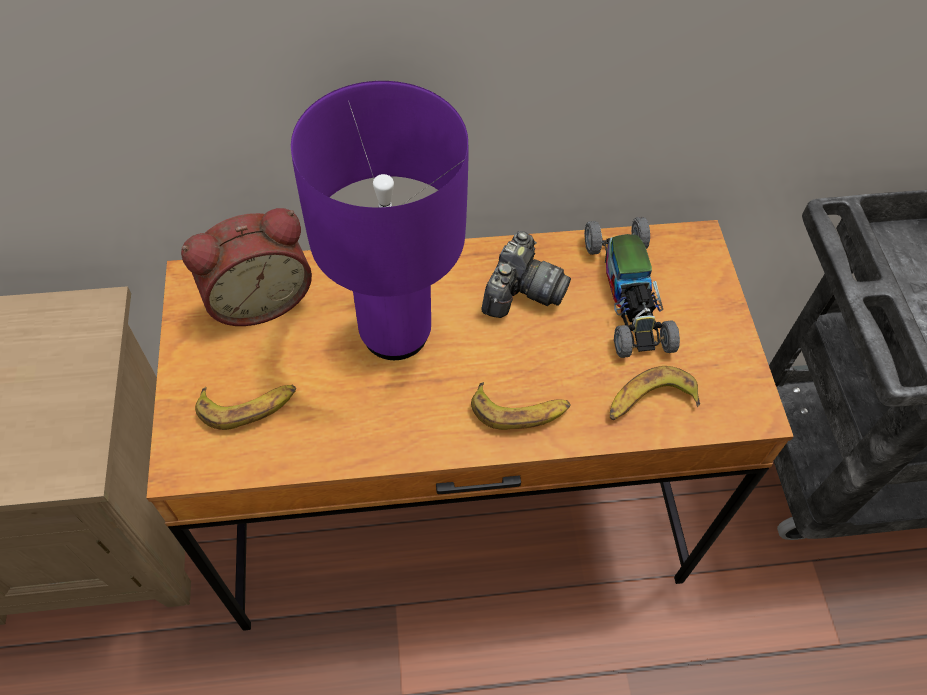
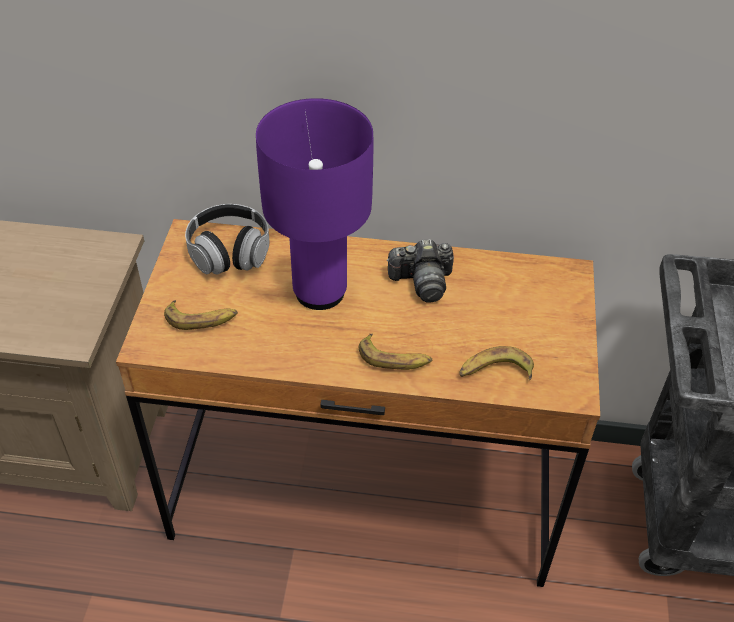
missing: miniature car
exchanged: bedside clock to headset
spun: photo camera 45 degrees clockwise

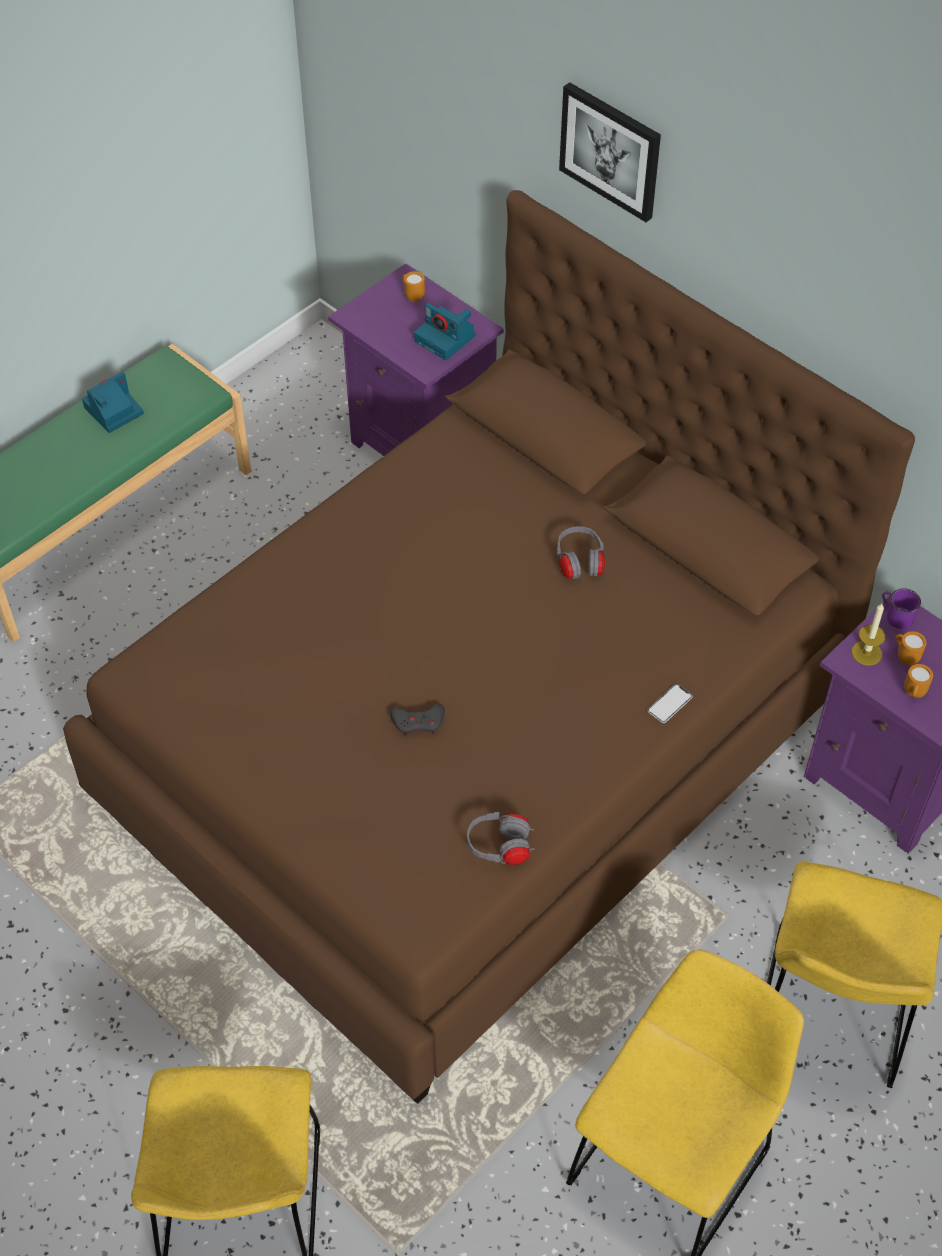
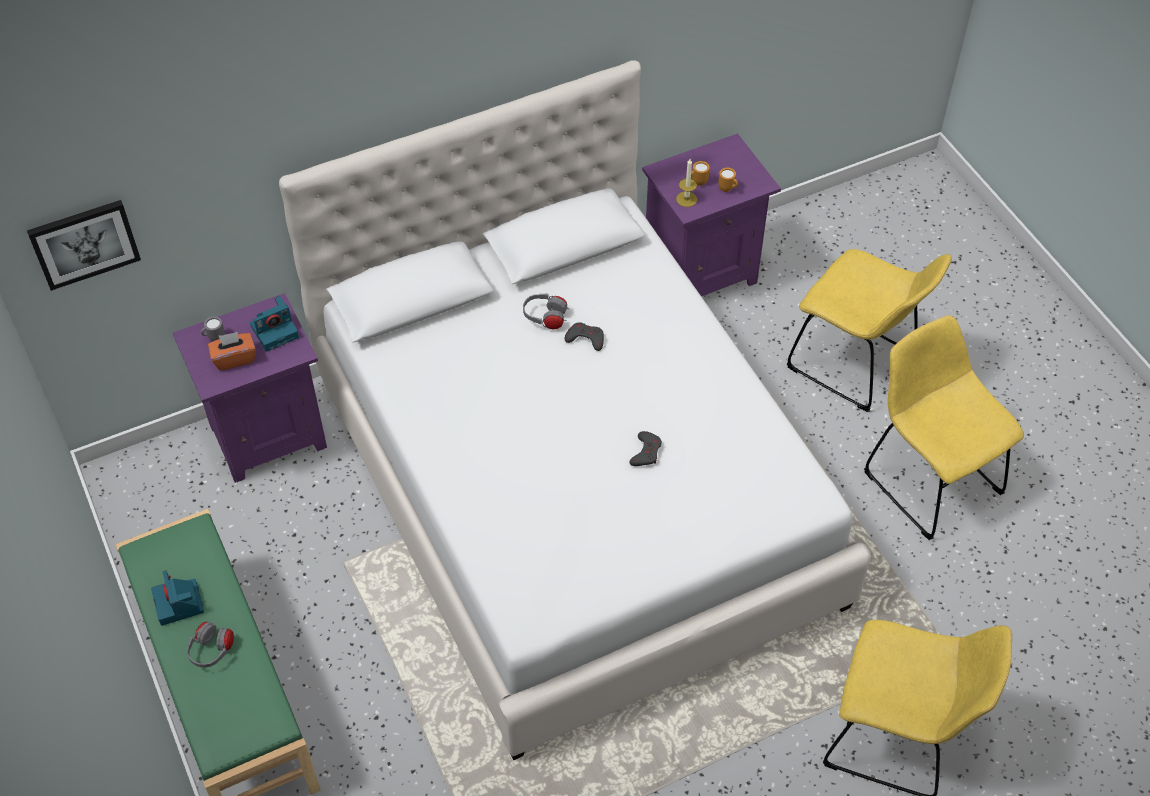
missing: purplish mug; handset
appeared: gray gamepad (no. 1 from left); orange-coloured tissue box
relocated: picture; gray headset (no. 1 from left)
colour: brown bedroom bed to white-coloured bedroom bed; orange-coloured mug (no. 1 from left) to gray mug

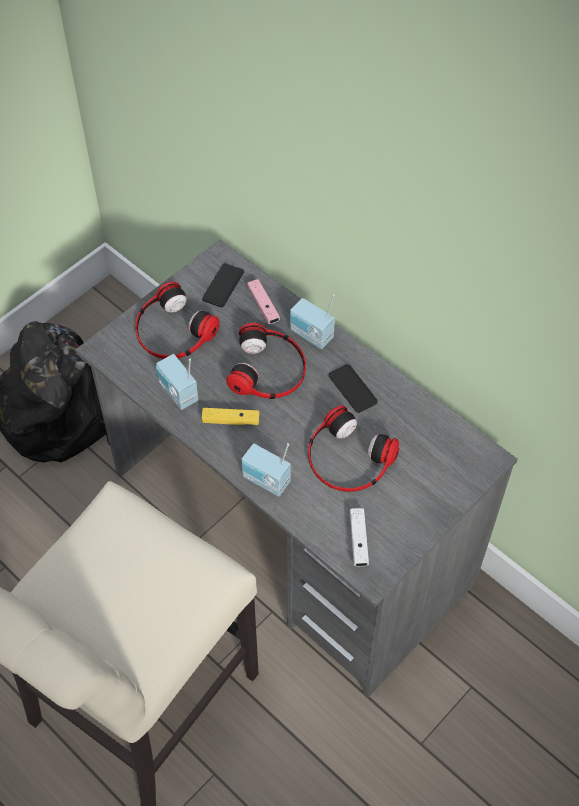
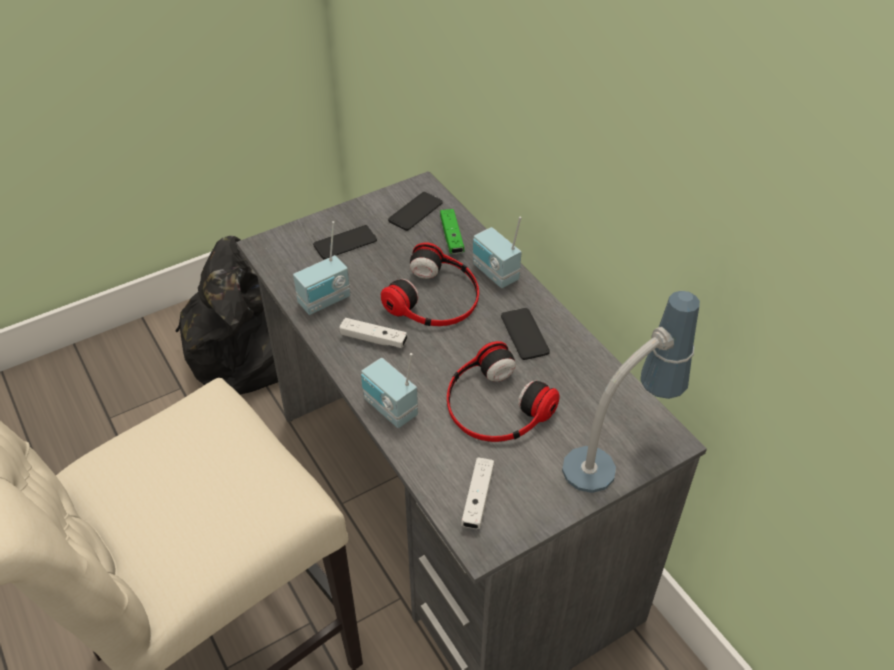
appeared: lamp for a table
exchanged: headset (no. 1 from left) to handset (no. 1 from left)
colour: pink gamepad to greenish gamepad; yellow gamepad to white-coloured gamepad (no. 1 from left)
spun: radio set (no. 1 from left) 105 degrees counterclockwise

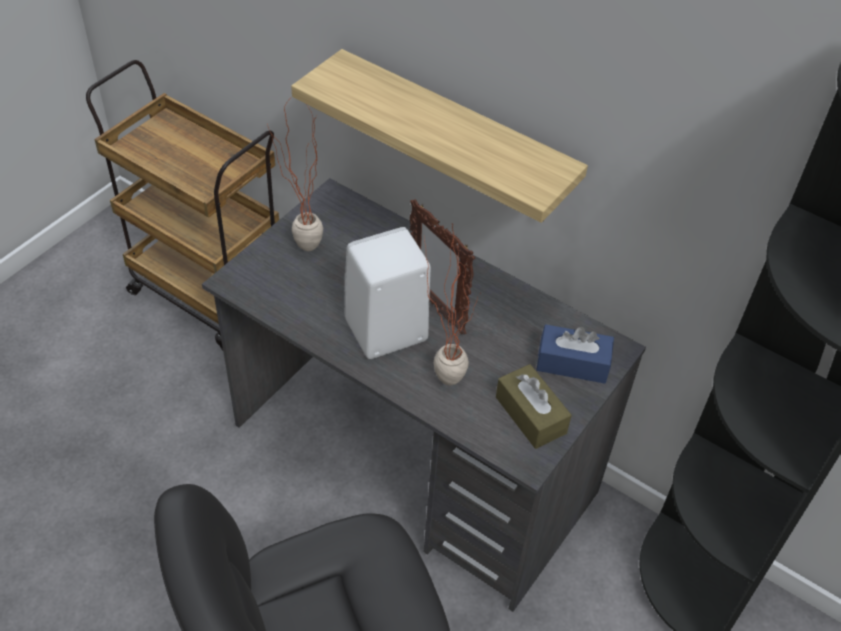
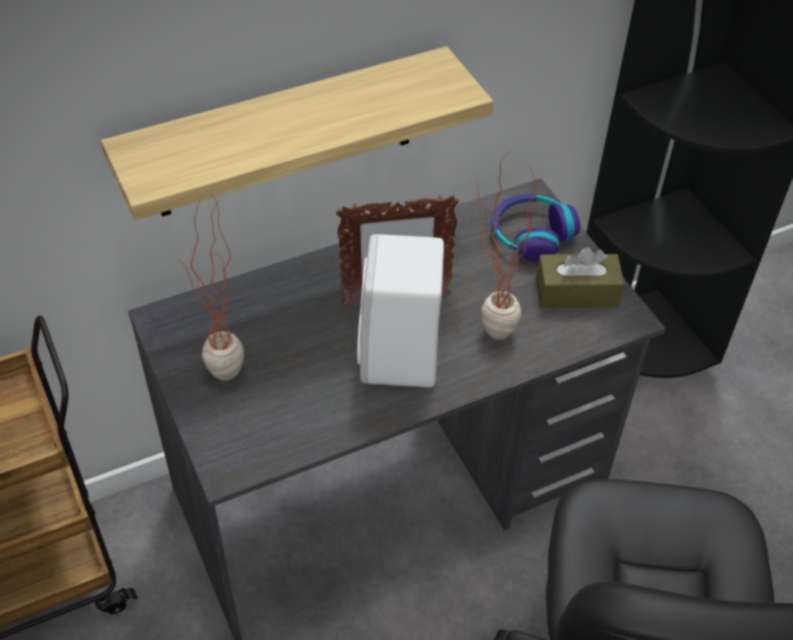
exchanged: bluish tissue box to headset

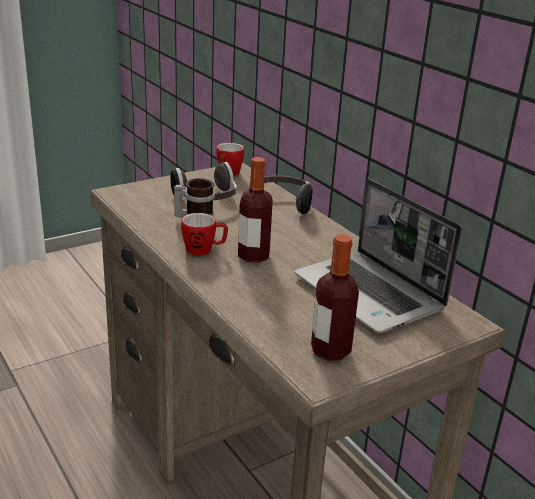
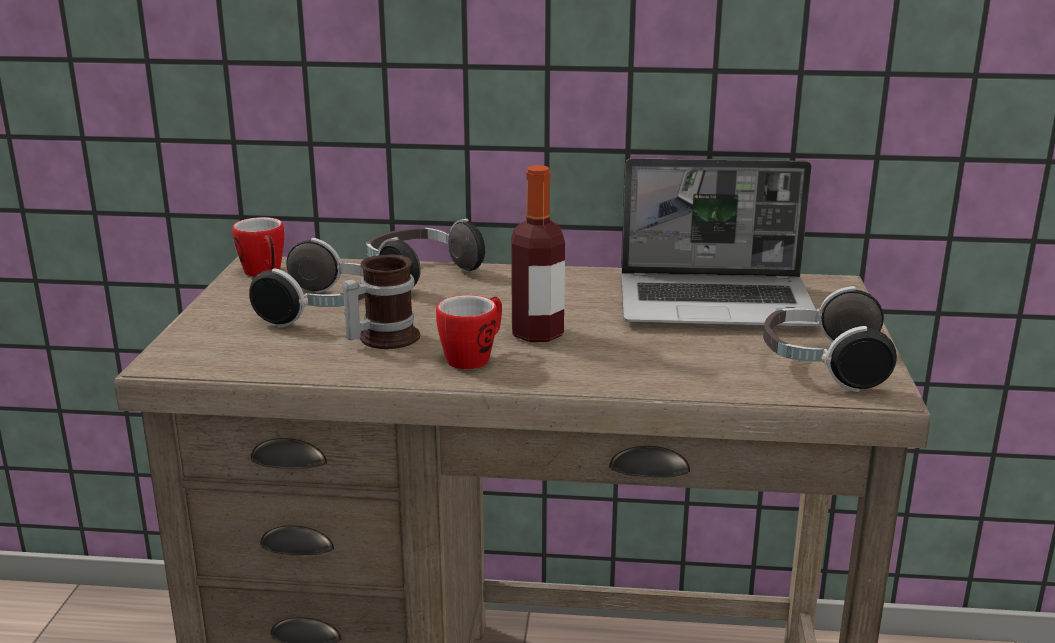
exchanged: beverage bottle (no. 2 from left) to headset (no. 3 from left)

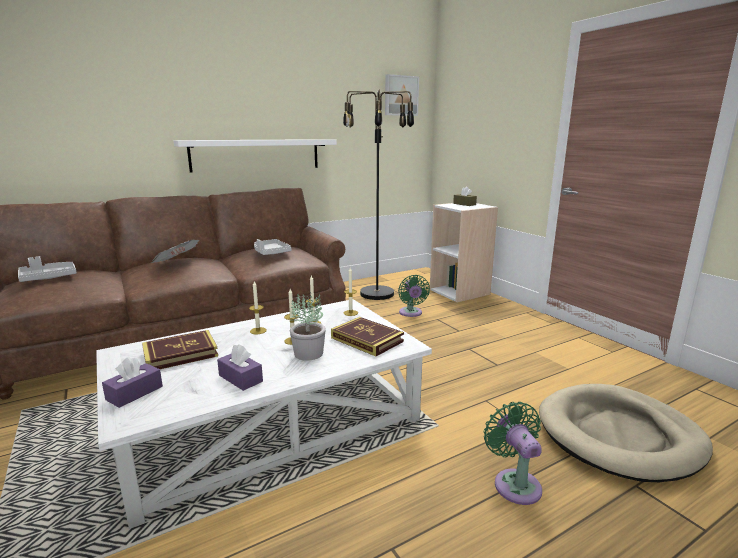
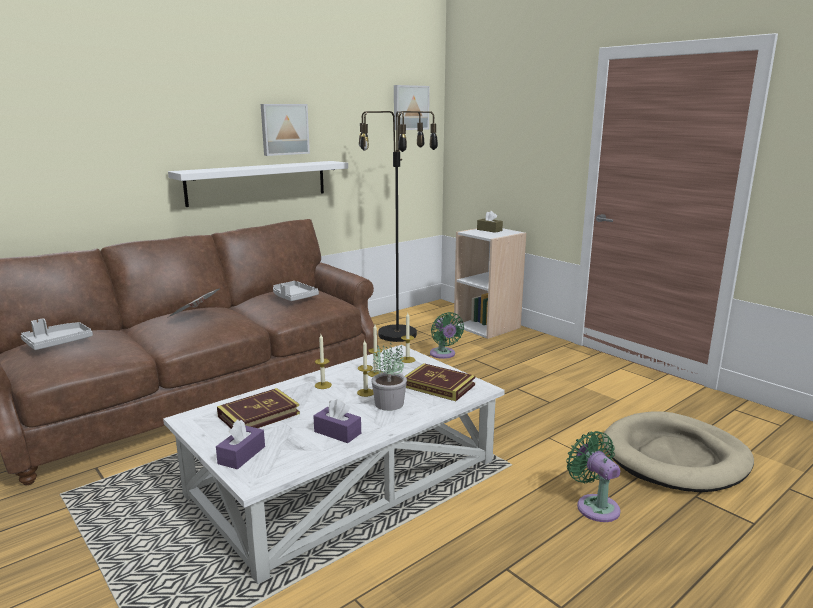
appeared: picture (no. 1 from left)

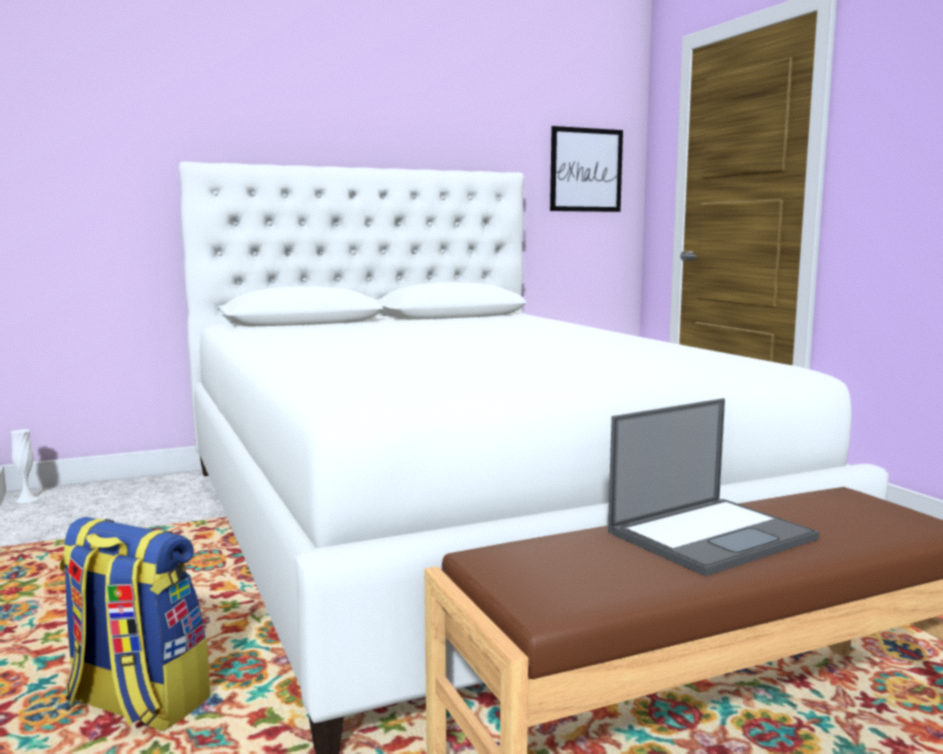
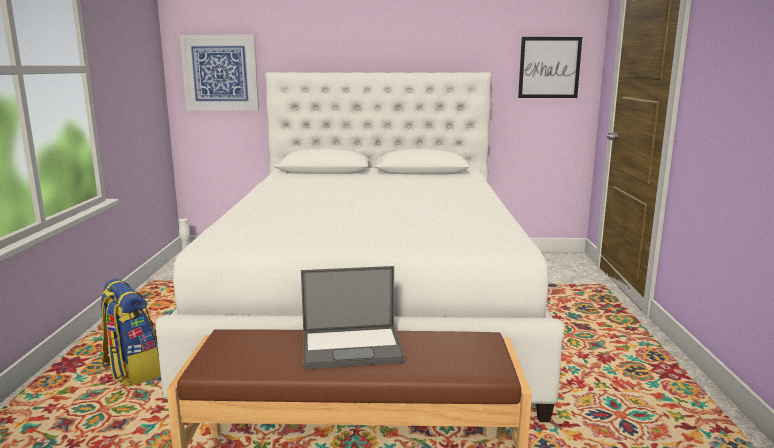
appeared: picture (no. 1 from left)

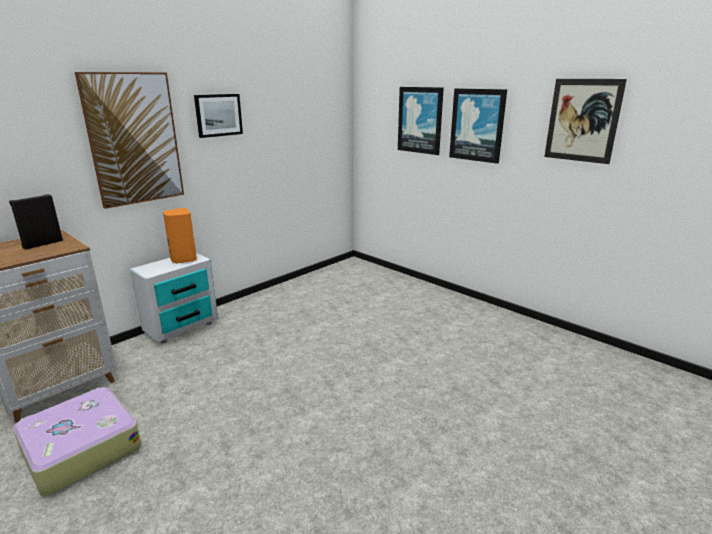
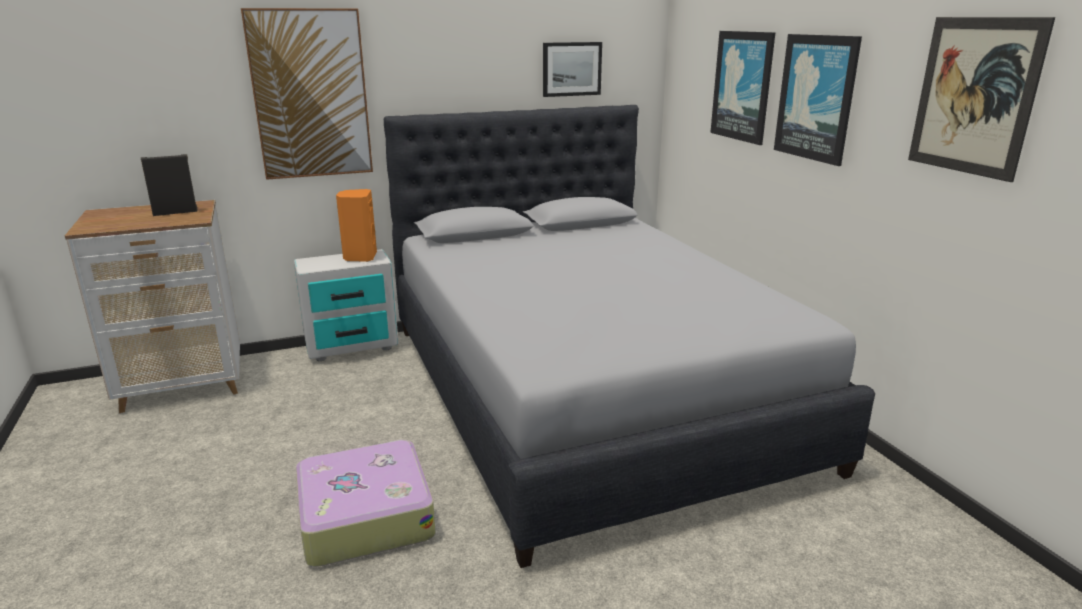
appeared: gray bedroom bed
relocated: picture (no. 2 from left); travel case

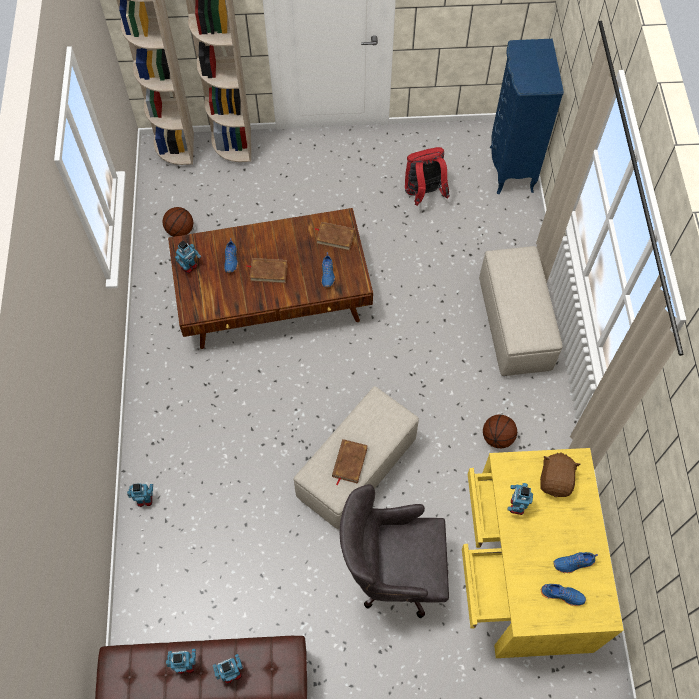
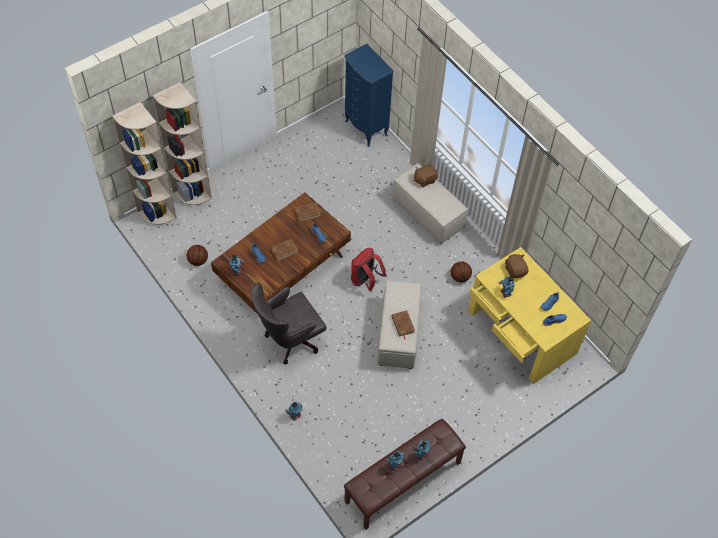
appeared: brown cuddly toy (no. 1 from left)
relocated: red-coloured backpack; gray desk chair

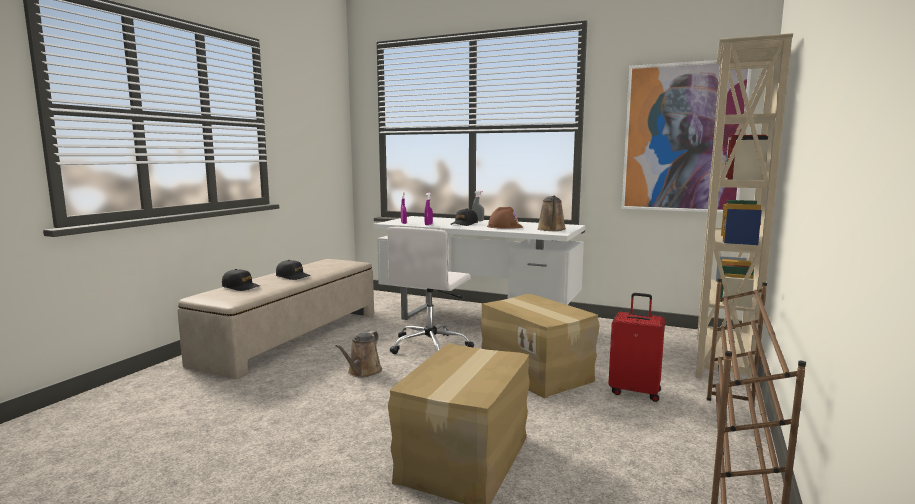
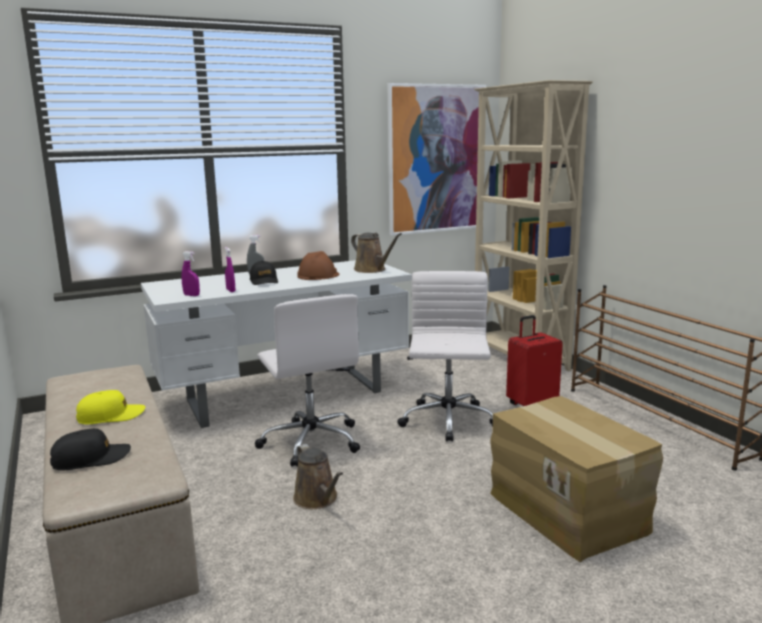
exchanged: packing box (no. 2 from left) to white-coloured desk chair (no. 2 from left)
colour: blackish peaked cap (no. 2 from left) to yellow peaked cap

